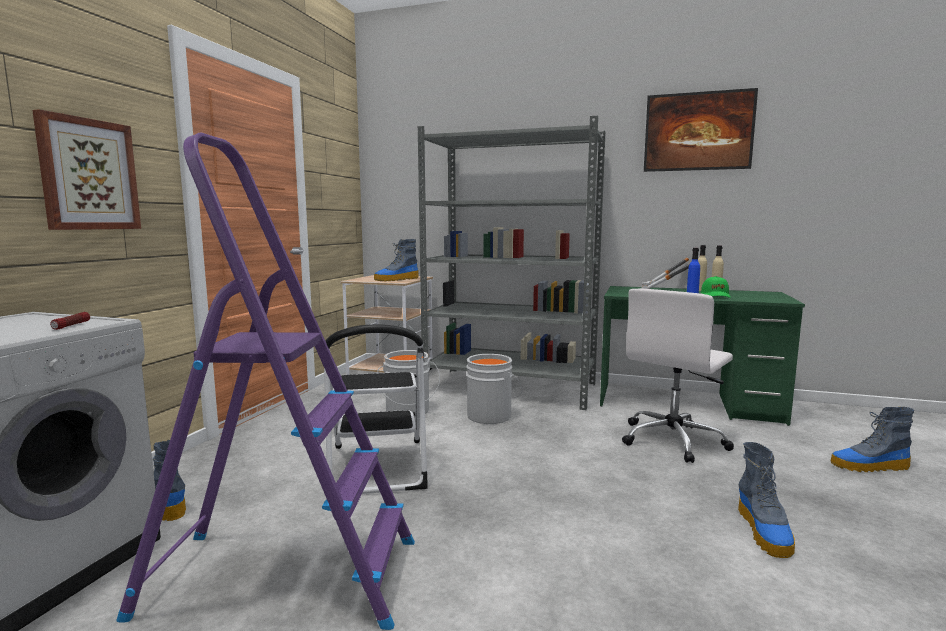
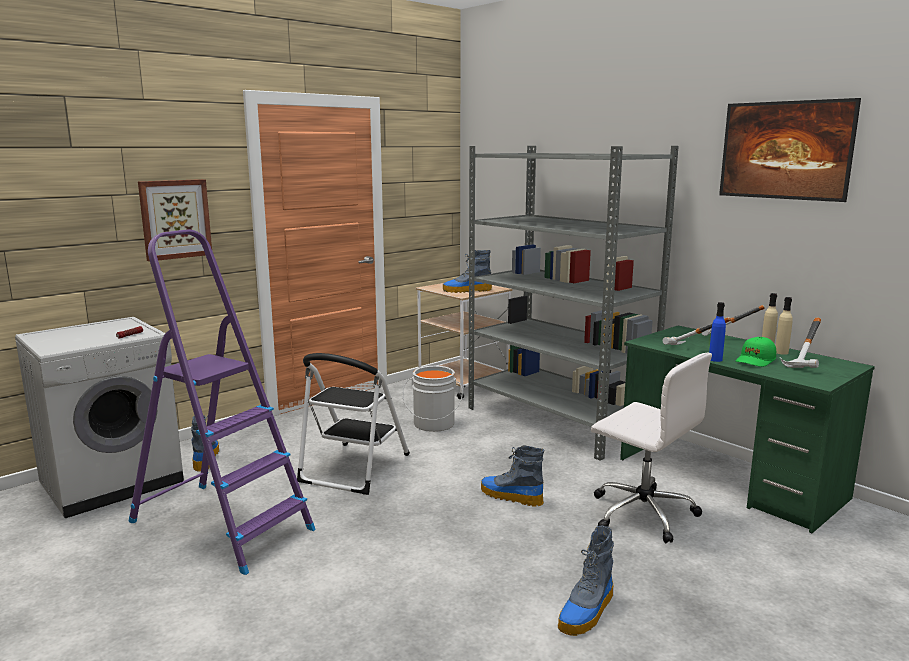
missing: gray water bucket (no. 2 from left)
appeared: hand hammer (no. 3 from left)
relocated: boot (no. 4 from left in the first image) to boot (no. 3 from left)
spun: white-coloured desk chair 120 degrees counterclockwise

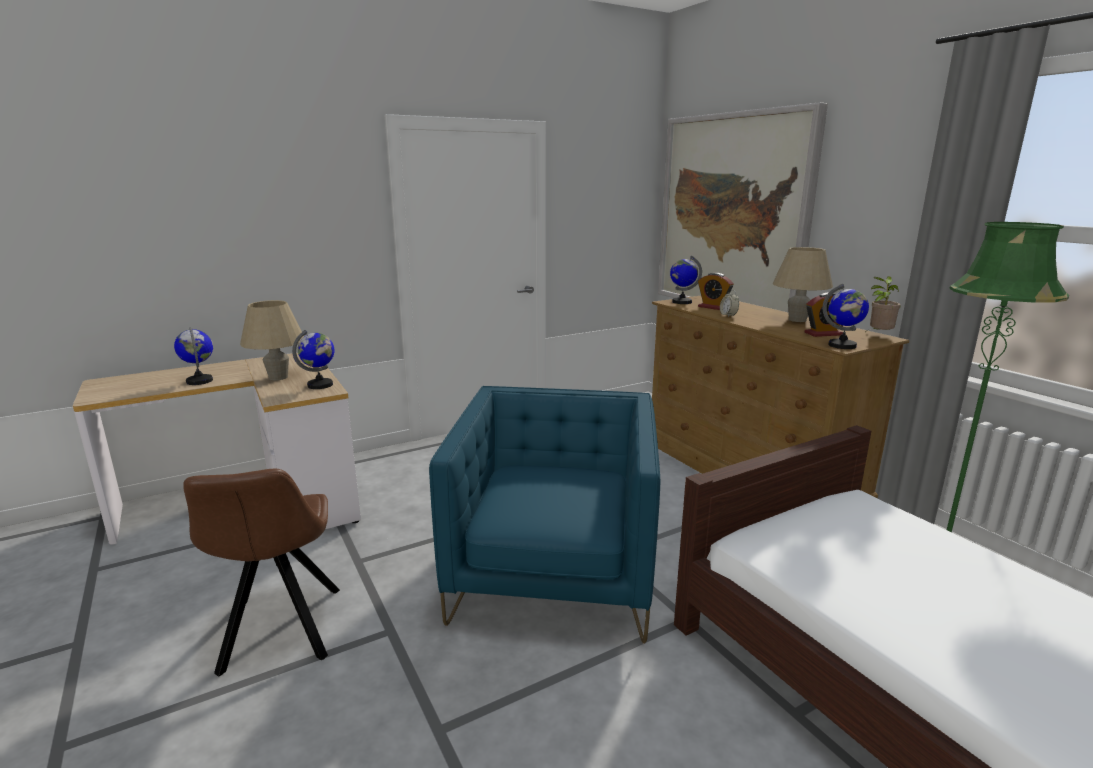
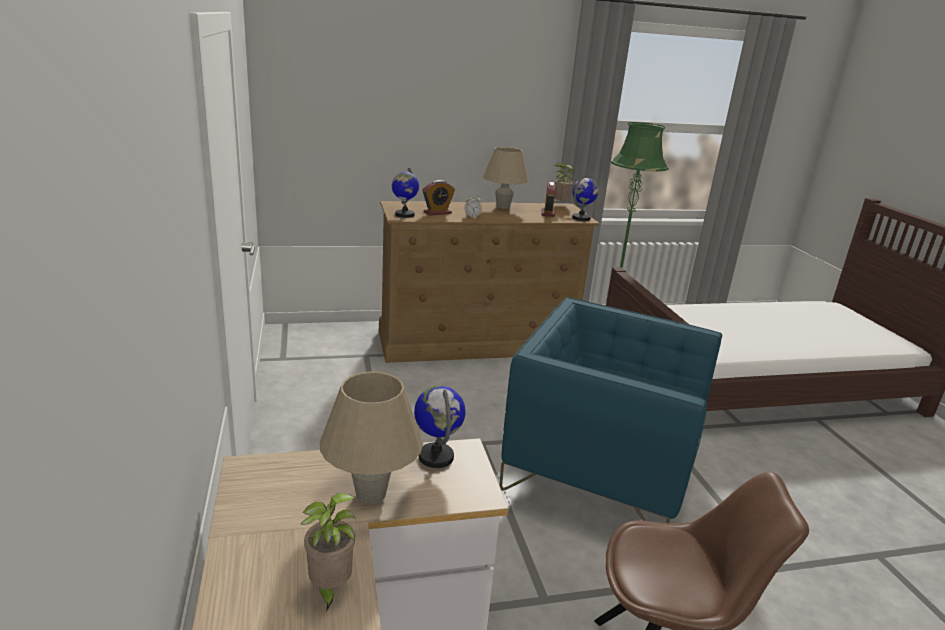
missing: picture
exchanged: globe (no. 1 from left) to potted plant (no. 1 from left)

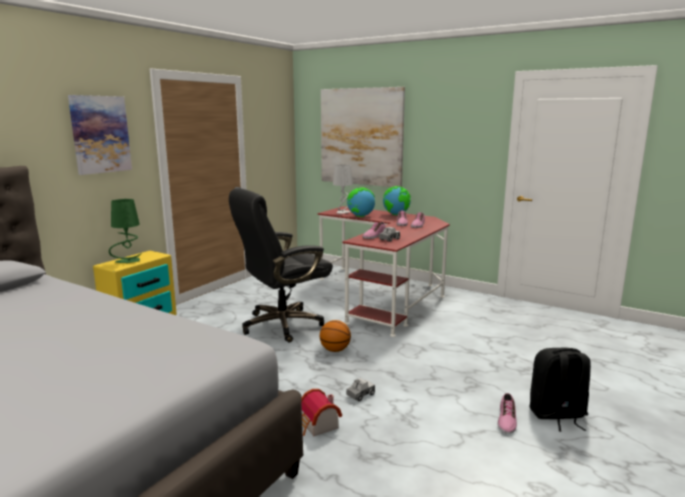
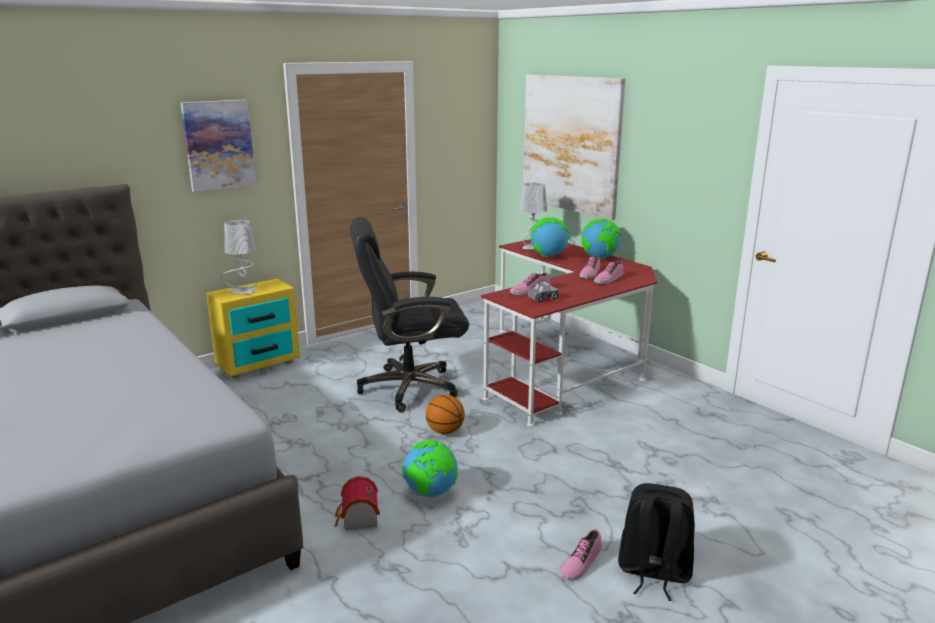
exchanged: toy truck (no. 1 from left) to globe (no. 1 from left)
colour: greenish lamp for a table to gray lamp for a table (no. 1 from left)

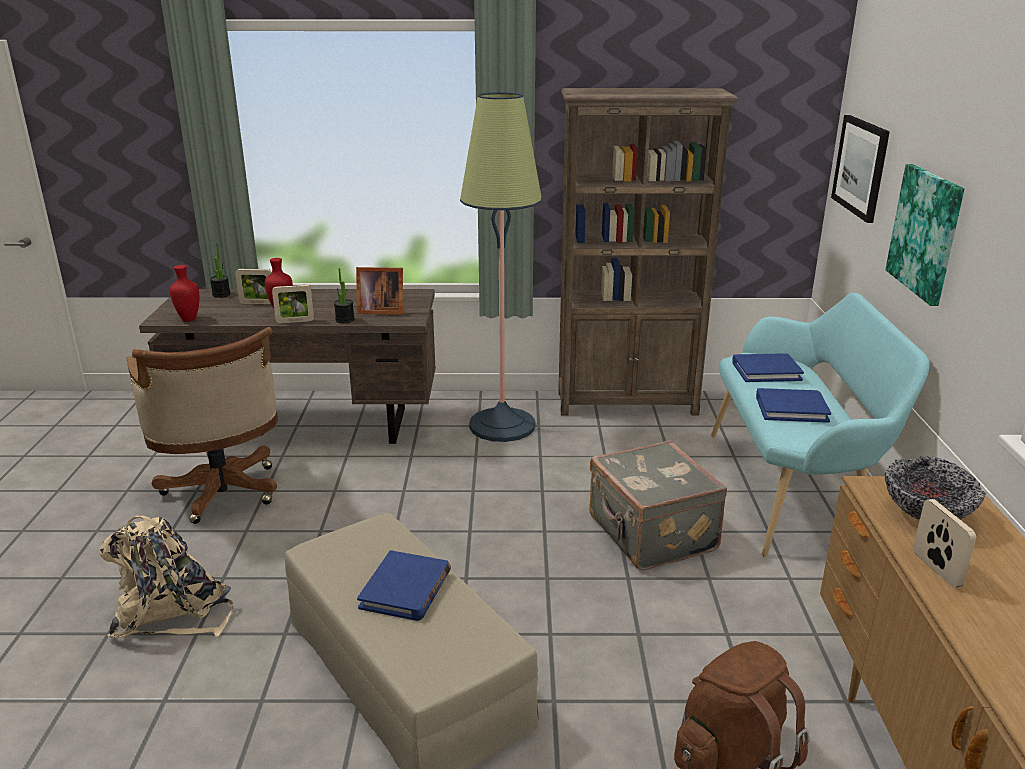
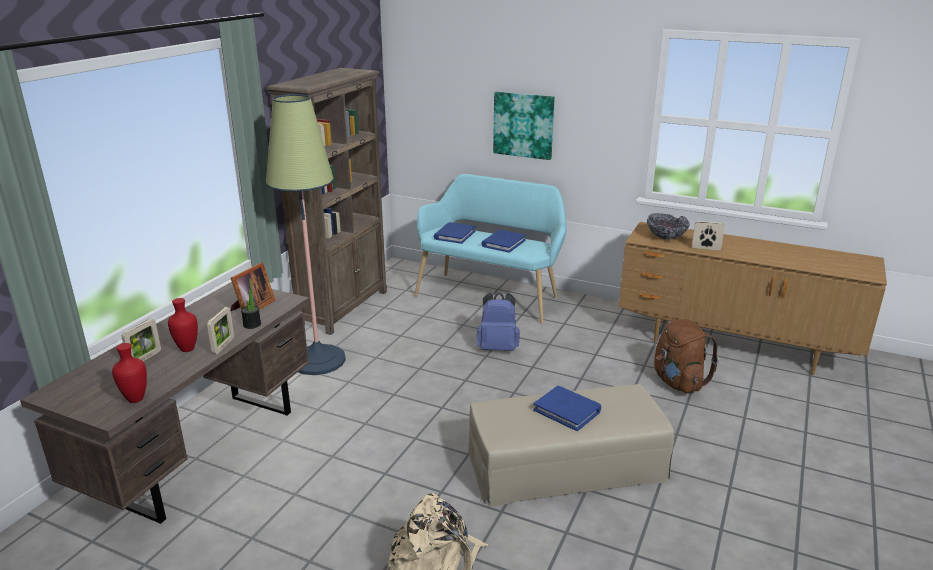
missing: picture (no. 1 from left); potted plant (no. 1 from left); desk chair
exchanged: gray travel case to bluish backpack

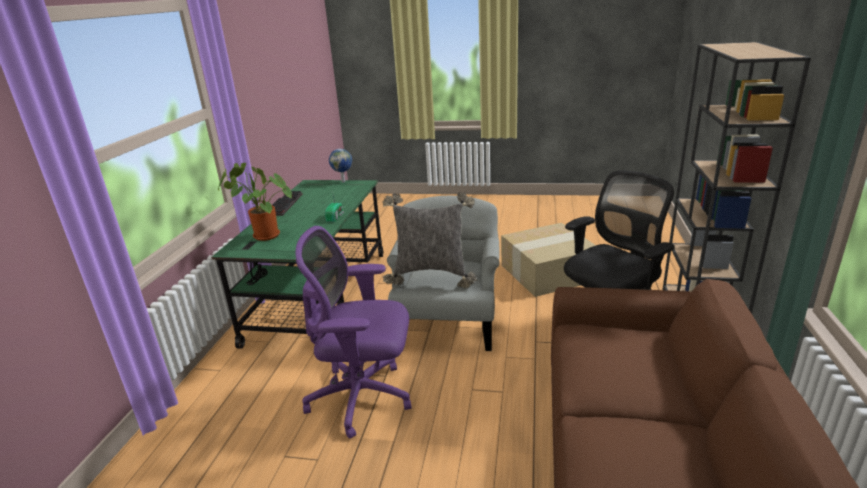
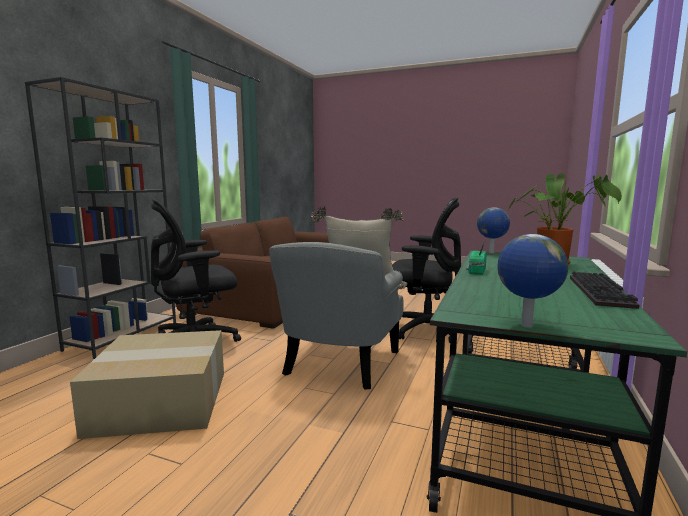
appeared: globe (no. 1 from left)
colour: purplish desk chair to blackish desk chair (no. 2 from left)

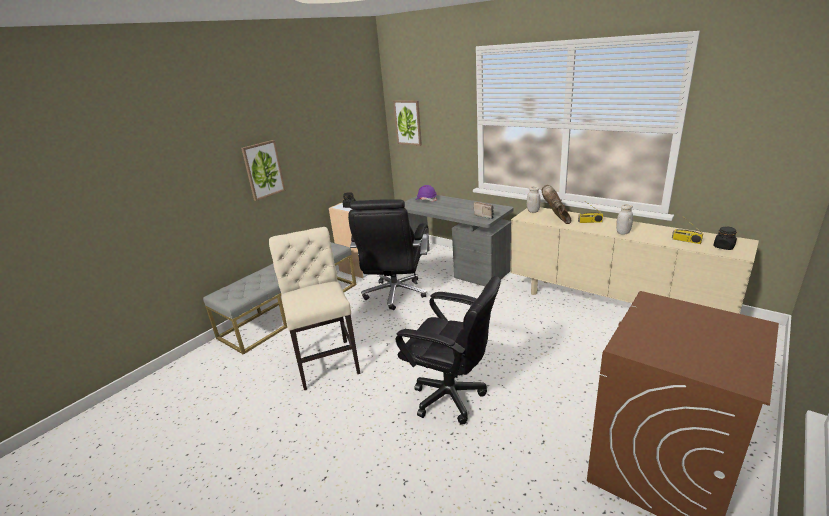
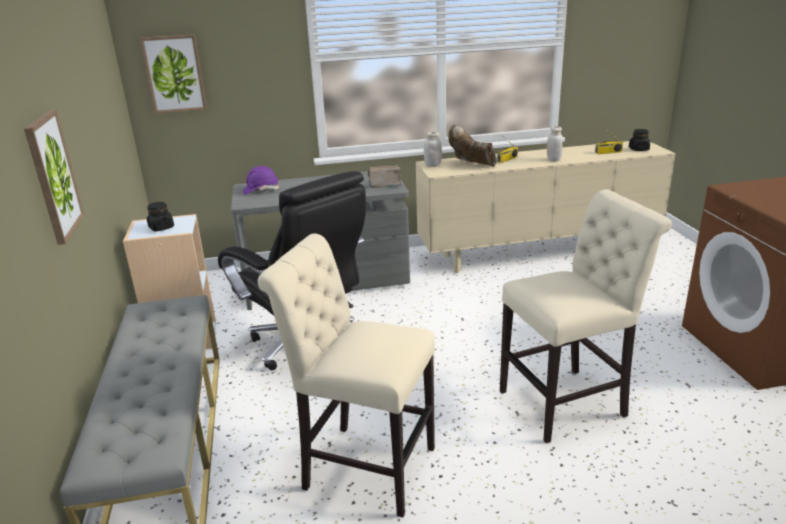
exchanged: blackish desk chair (no. 2 from left) to beige-coloured stool seat (no. 2 from left)

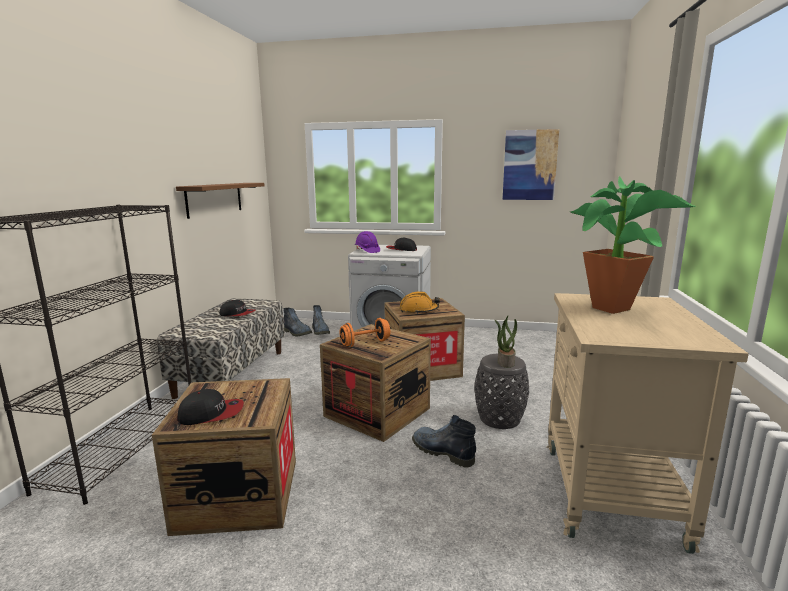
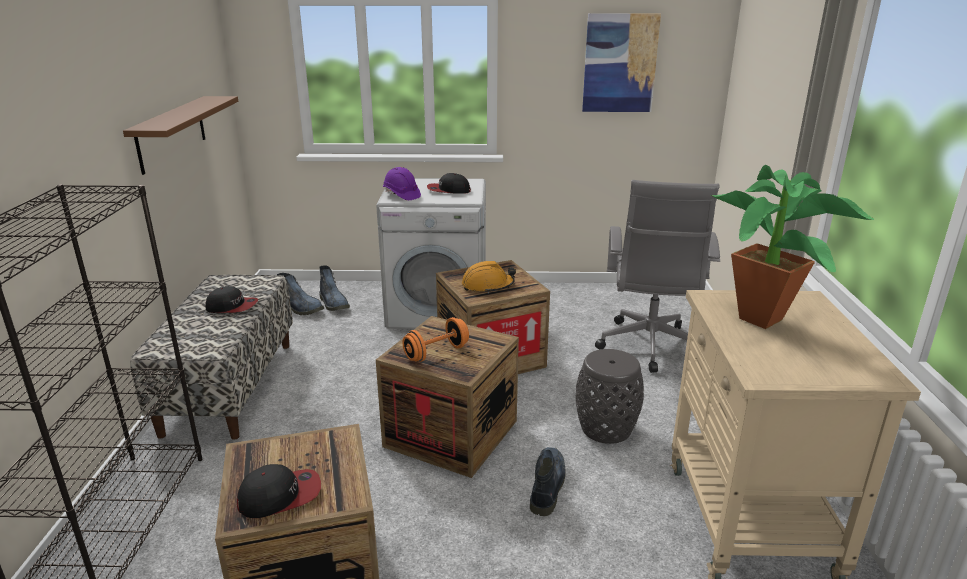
missing: potted plant (no. 1 from left)
appeared: gray desk chair
spun: boot (no. 3 from left) 75 degrees clockwise

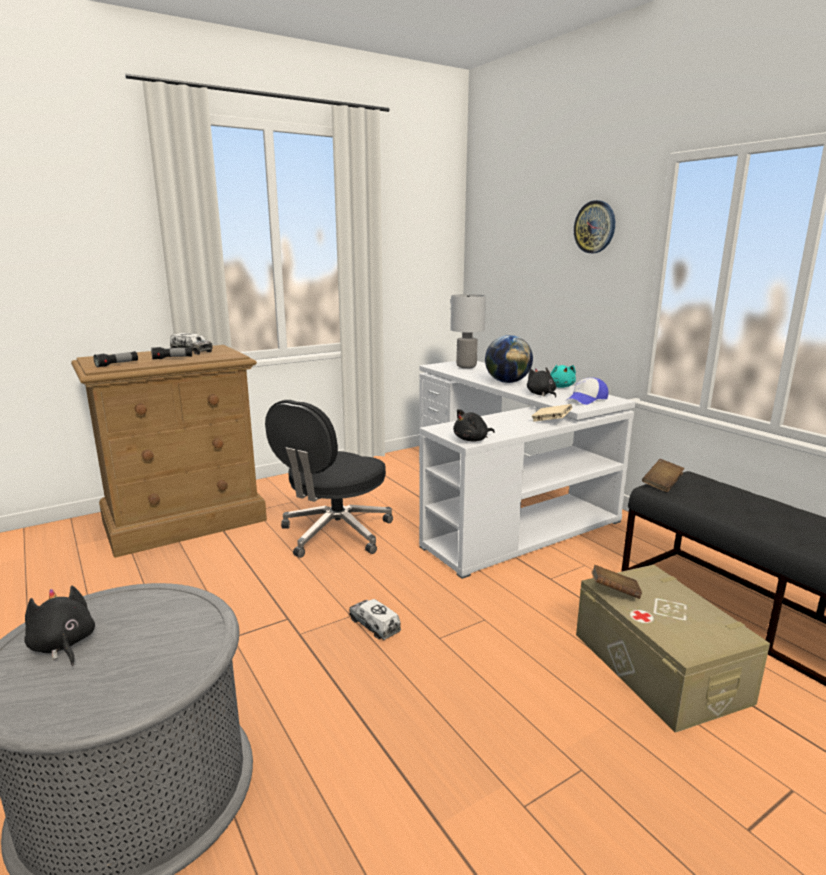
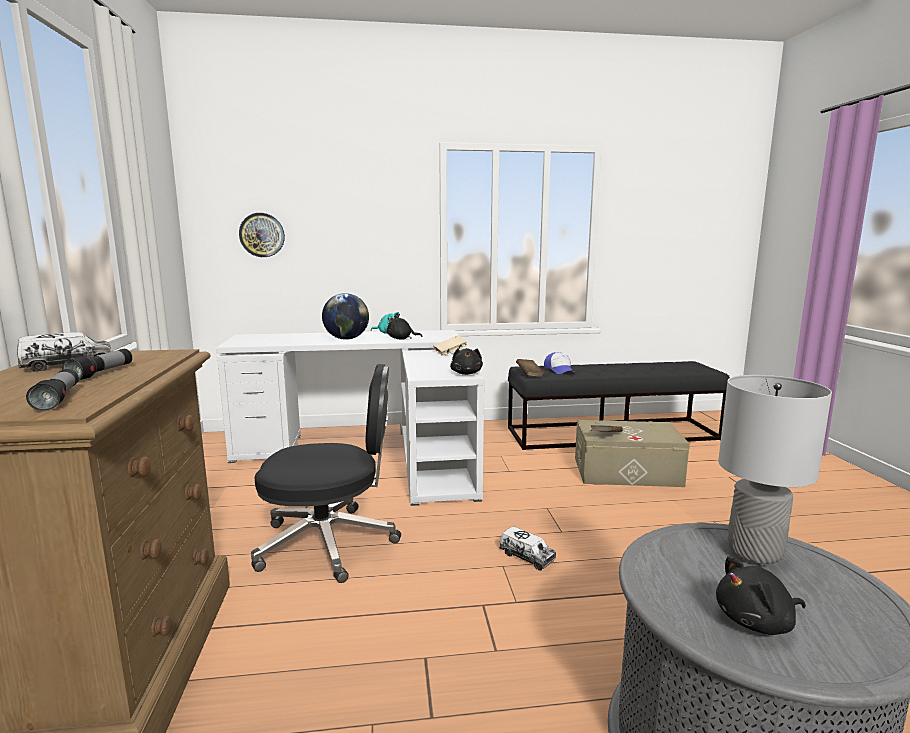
relocated: clock on the wall; gray lamp for a table; peaked cap
spun: blackish desk chair 60 degrees counterclockwise; toy truck (no. 2 from left) 120 degrees counterclockwise

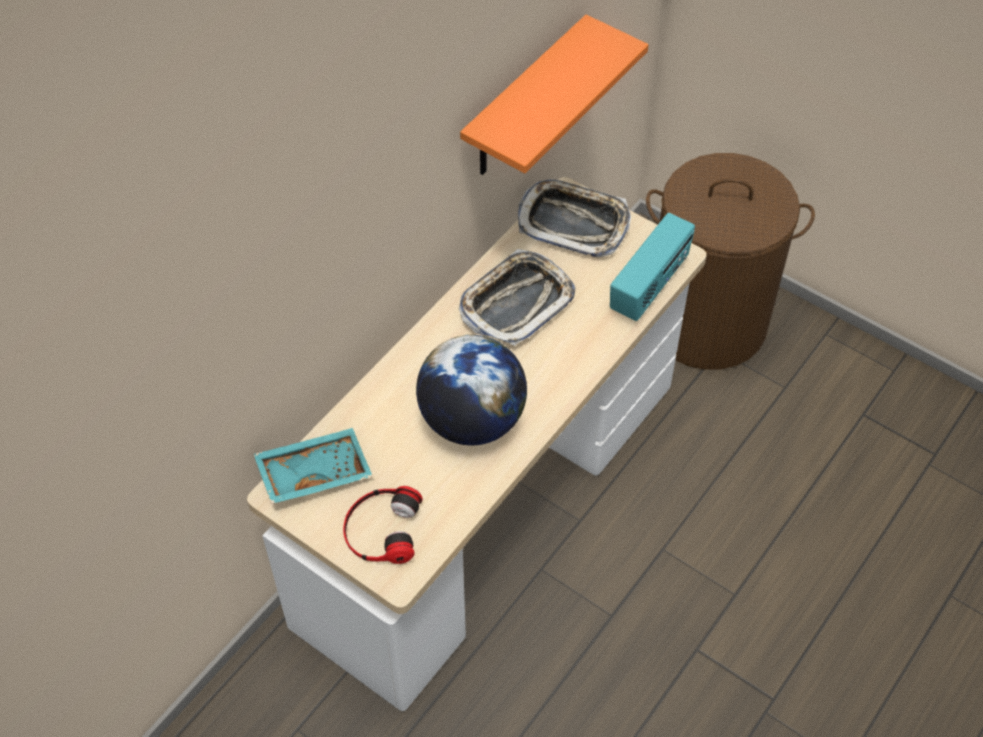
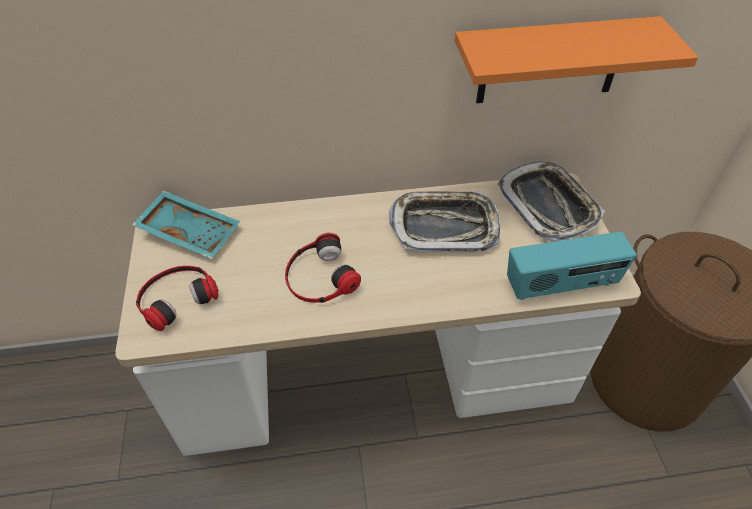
exchanged: globe to headset (no. 2 from left)

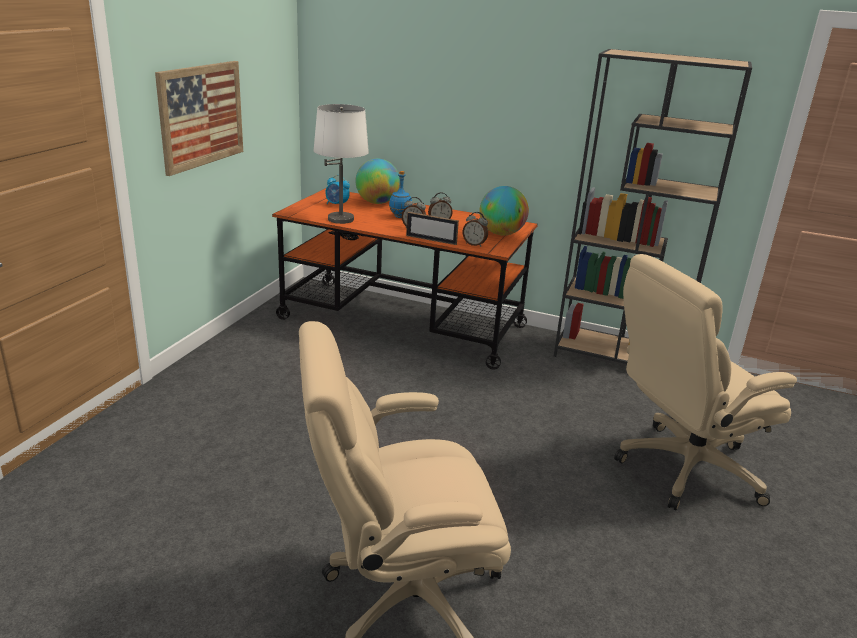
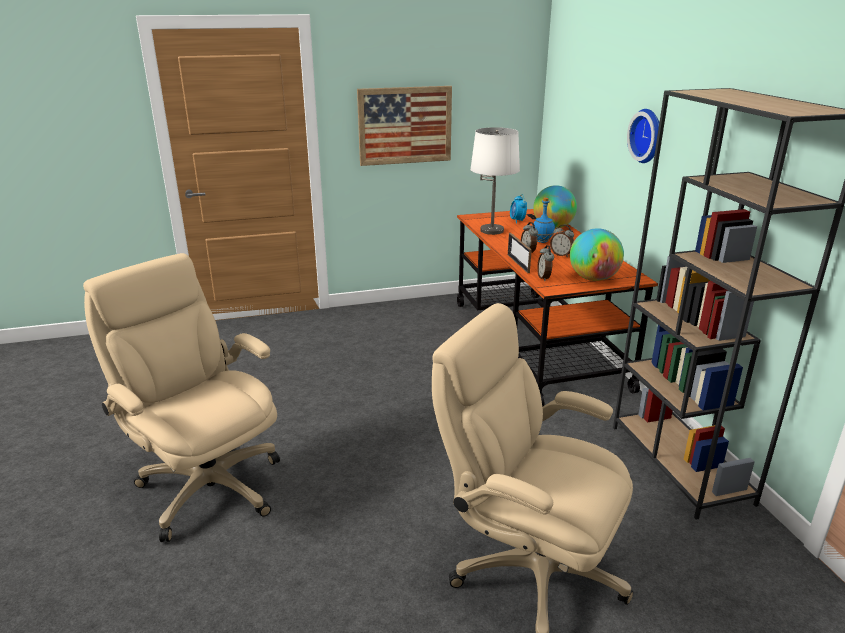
appeared: clock on the wall

